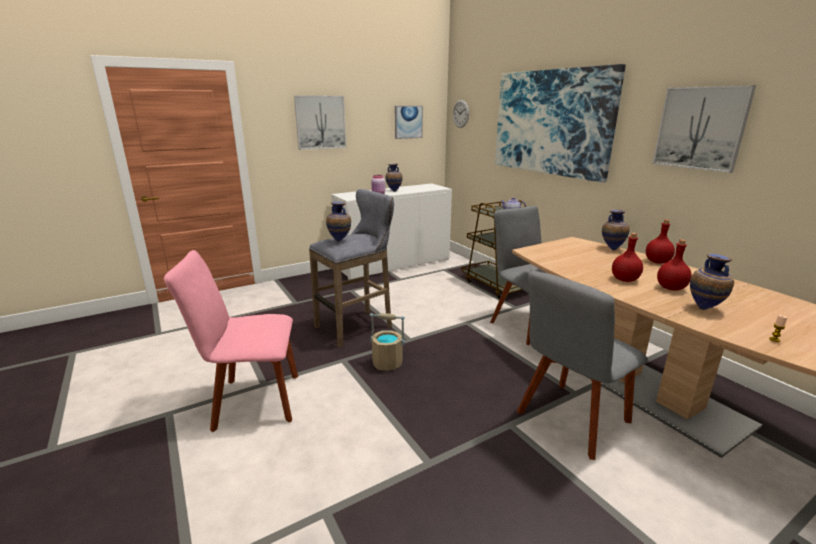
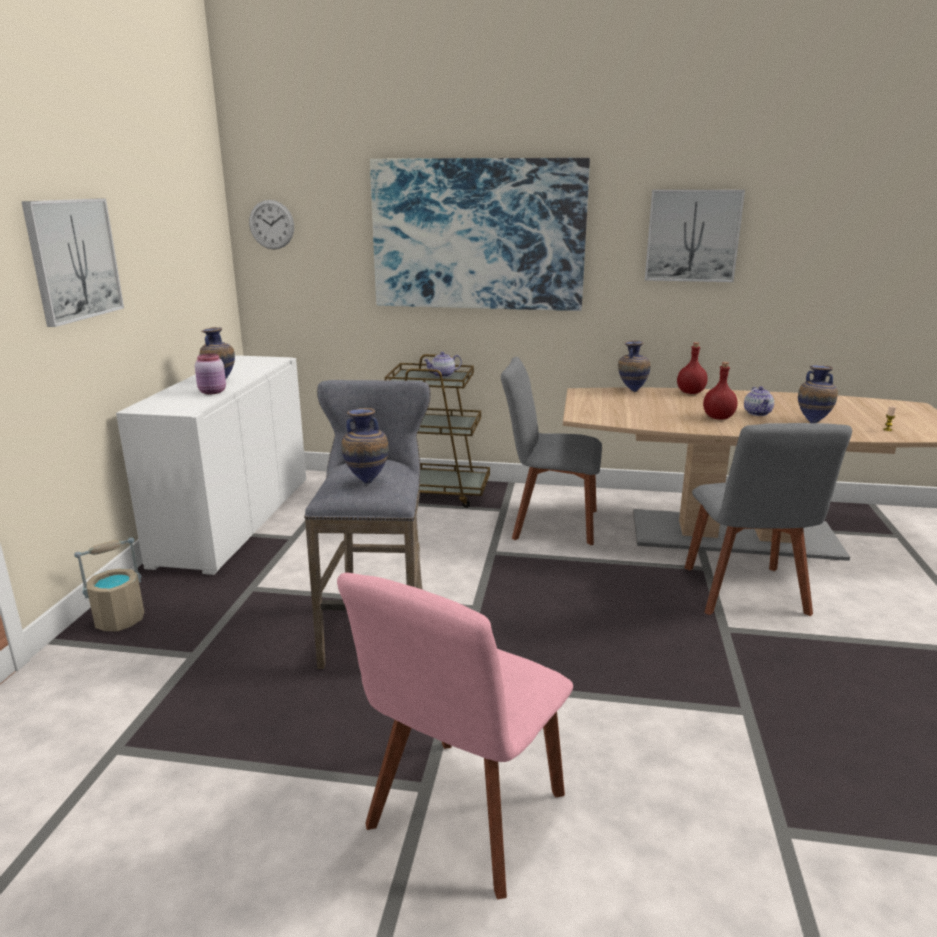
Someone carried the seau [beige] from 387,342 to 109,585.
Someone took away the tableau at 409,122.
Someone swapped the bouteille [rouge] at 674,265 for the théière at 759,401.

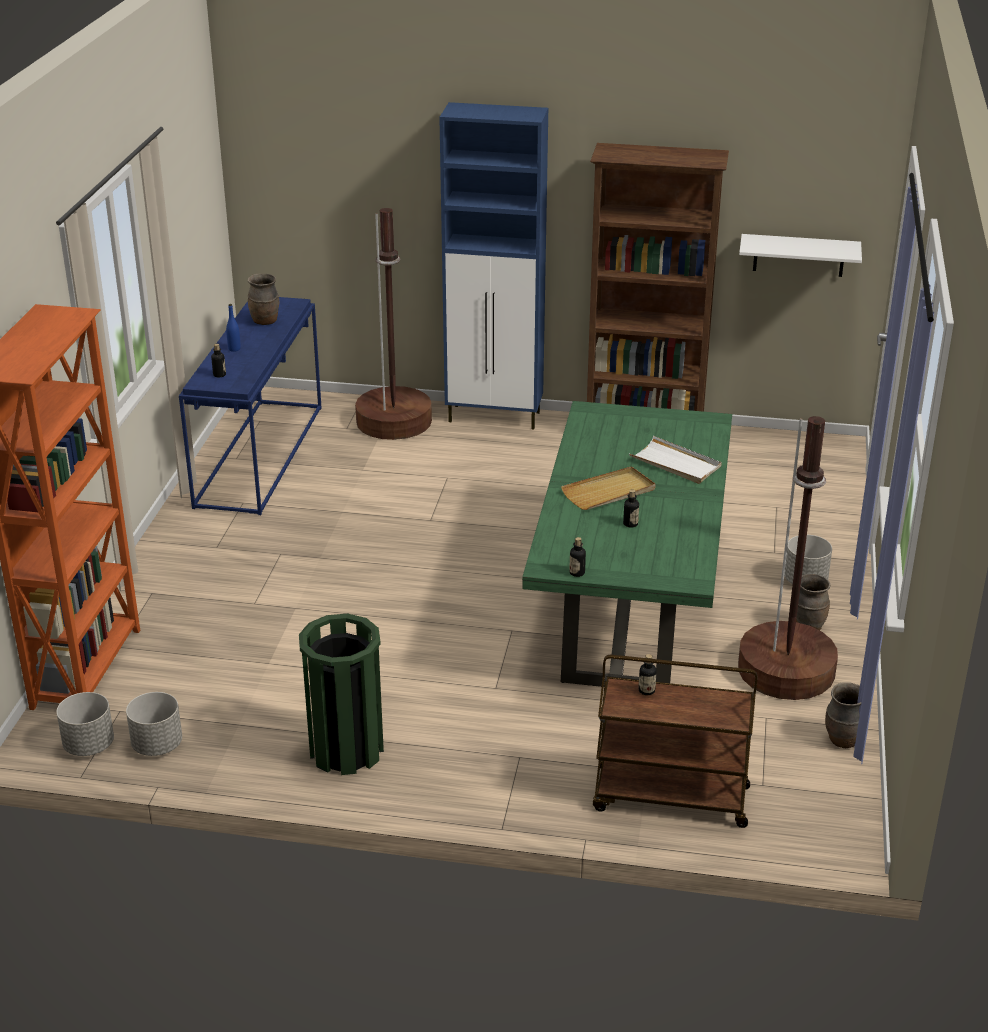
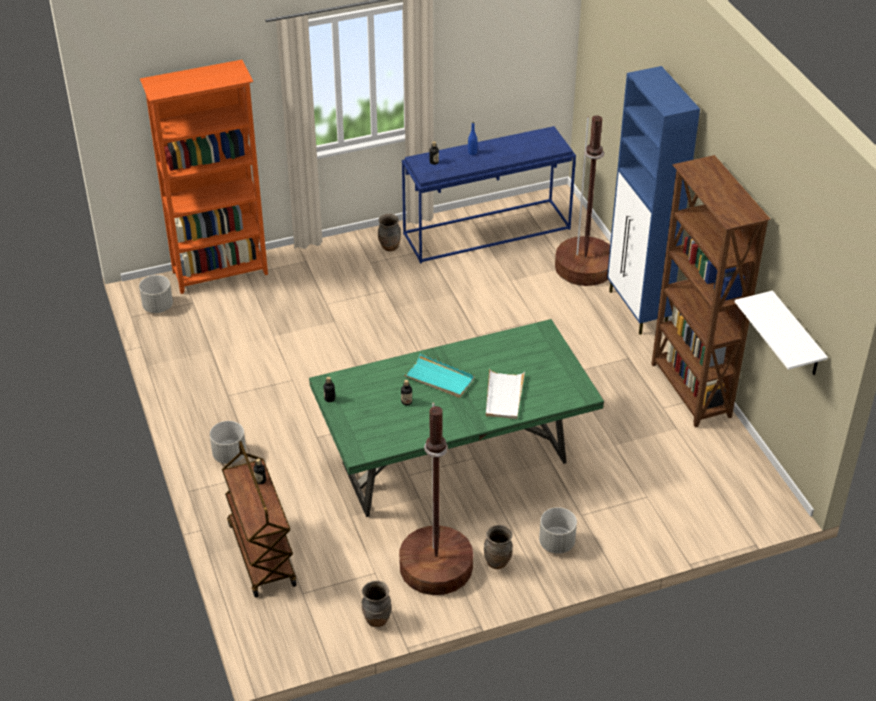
Someone carried the cache-pot [gris] from 154,724 to 228,442.
Someone carried the vase [marron] from 263,299 to 389,232.
Someone took away the poubelle [vert] at 341,694.
Someone repainted the plateau [beige] at 608,488, which became the plateau [turquoise] at 439,376.

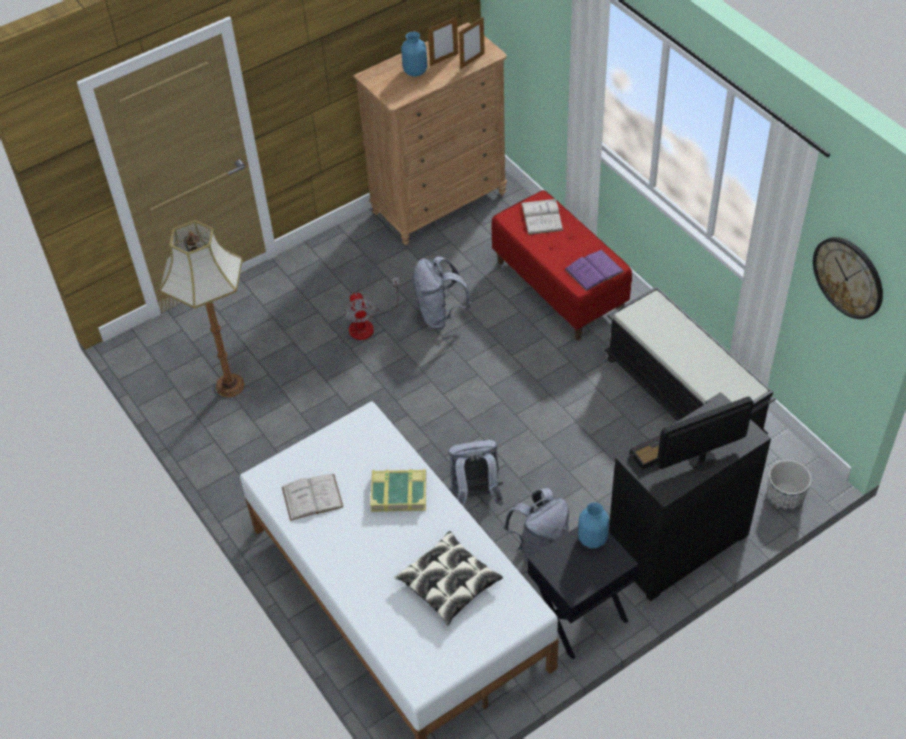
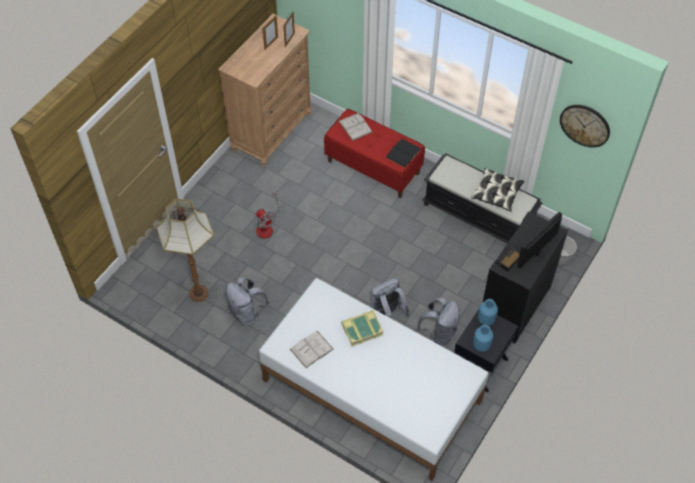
Someone carried the coussin from 448,578 to 497,190.
Someone carried the vase [bleu] from 414,54 to 483,338.
Someone carried the sac à dos [gris] from 442,292 to 247,301.
Someone repainted the livre [violet] at 594,270, which became the livre [noir] at 403,153.

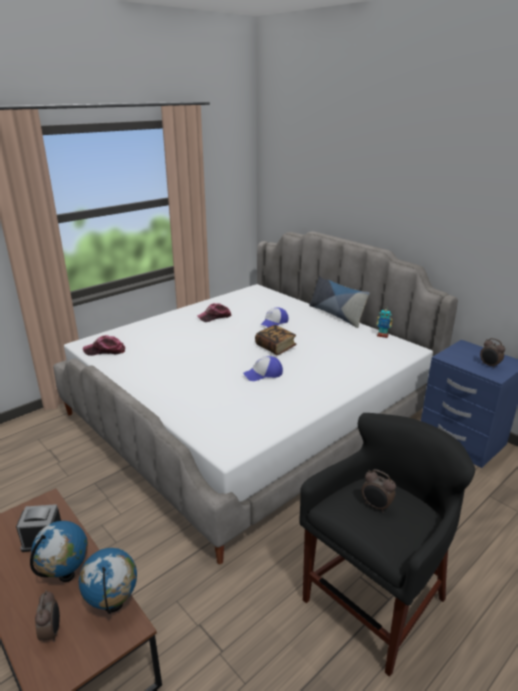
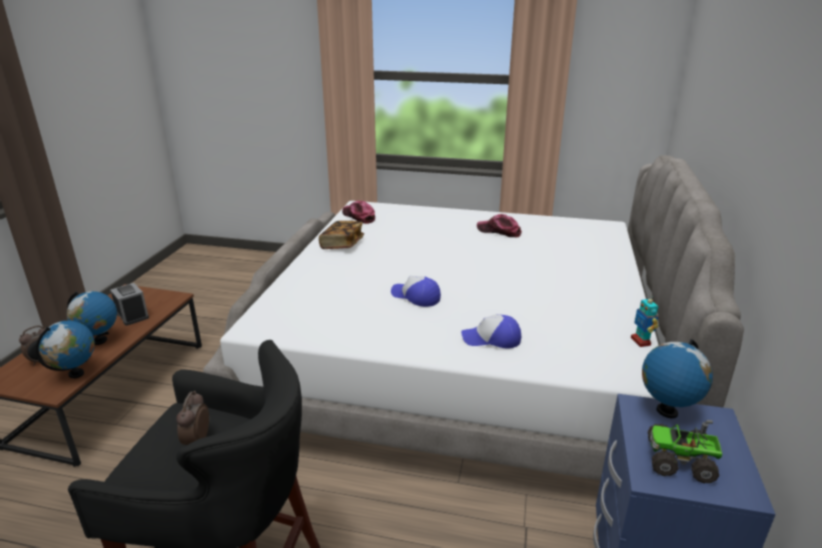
Someone carried the livre from 276,340 to 341,235.
Someone carried the casquette from 274,317 to 491,331.
Someone took away the coussin at 339,301.
Someone swapped the réveil at 492,353 for the camion jouet at 685,451.
Someone put down the globe at 677,378.

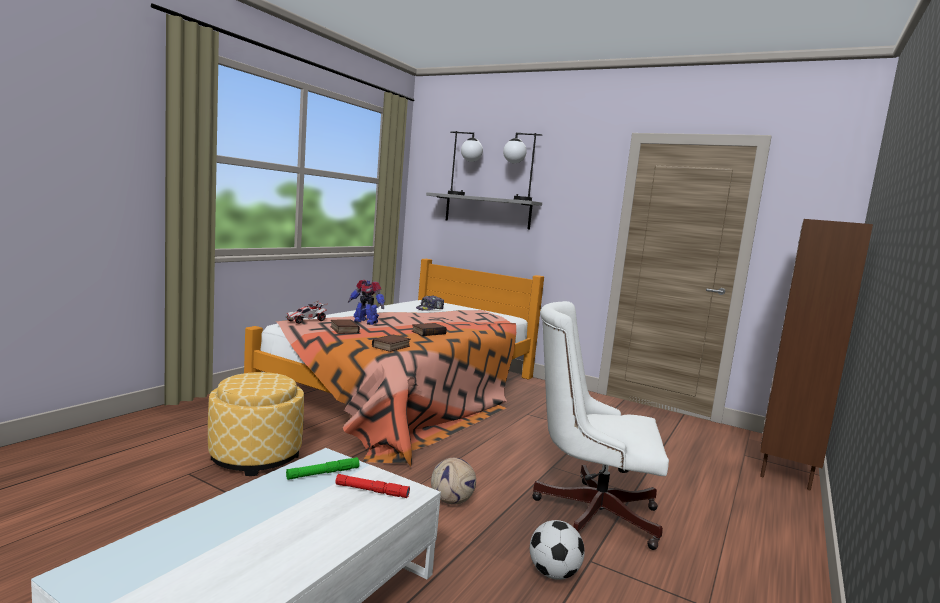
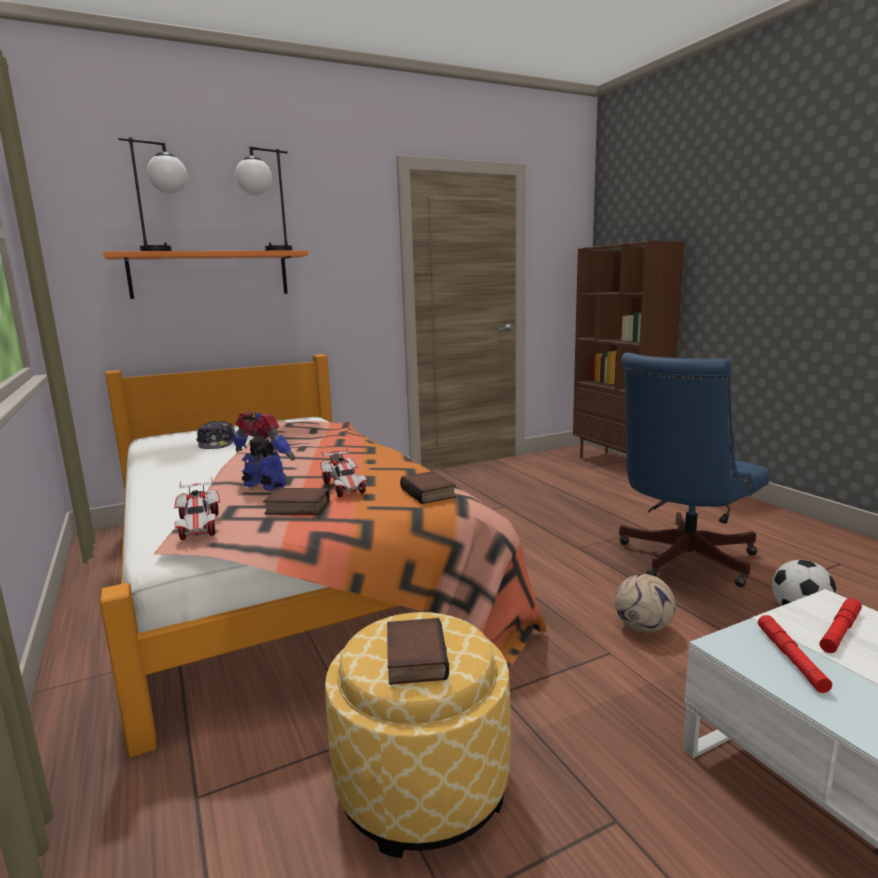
Someone repainted the lampe de poche [vert] at 322,468, which became the lampe de poche [rouge] at 795,654.
Someone rotated the robot jouet at 366,302 by 120 degrees counterclockwise.
Someone carried the livre from 429,329 to 418,651.
Someone repainted the étagère [gris] at 484,210, which became the étagère [orange] at 205,274.
Someone repainted the chaise de bureau [blanc] at 600,425, which became the chaise de bureau [bleu] at 694,470.
Someone put down the petite voiture at 343,472.

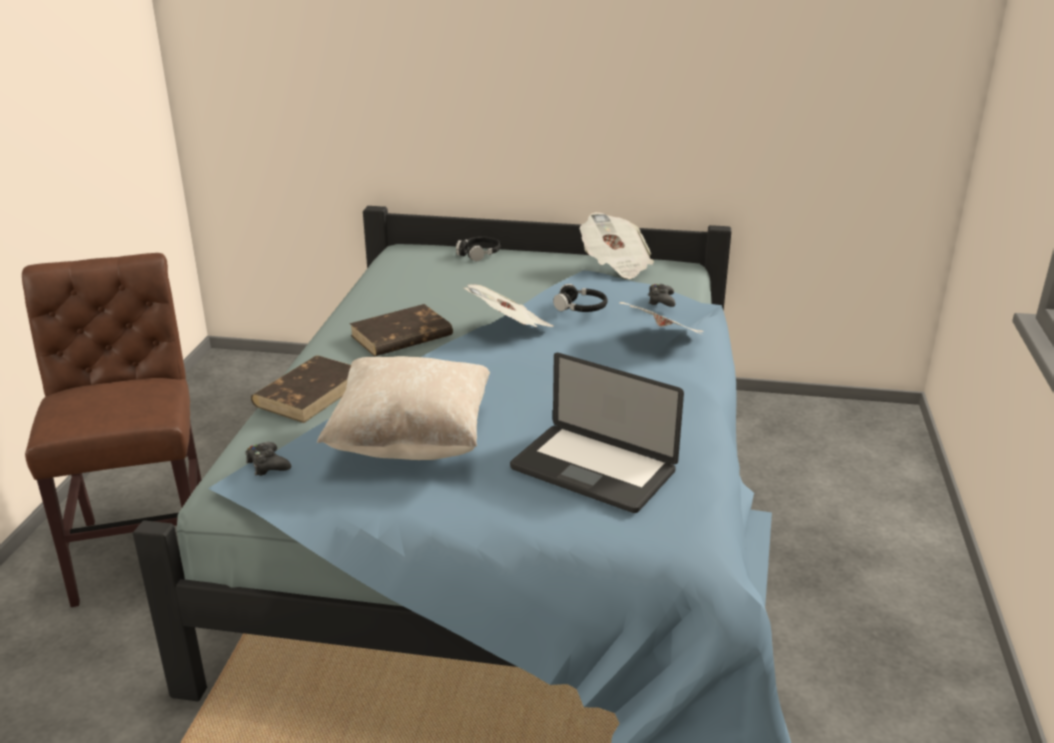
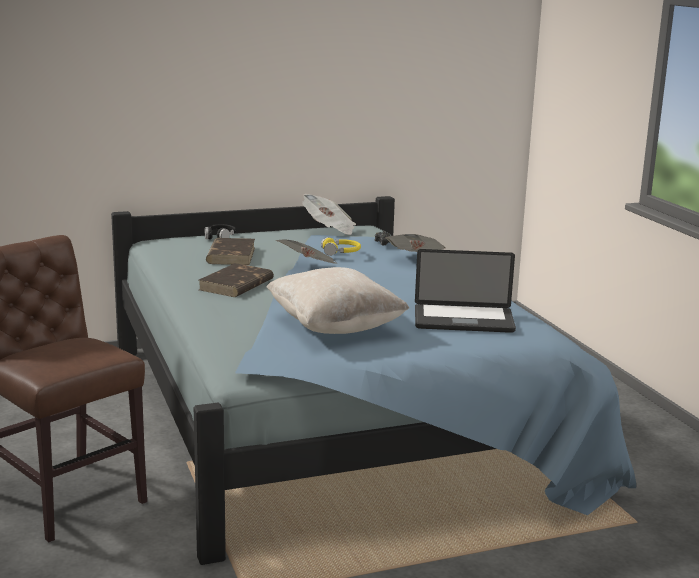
Someone took away the manette [noir] at 268,459.
Someone carried the livre [marron] from 301,389 to 230,251.
Someone repainted the casque audio [noir] at 580,298, which became the casque audio [jaune] at 341,246.

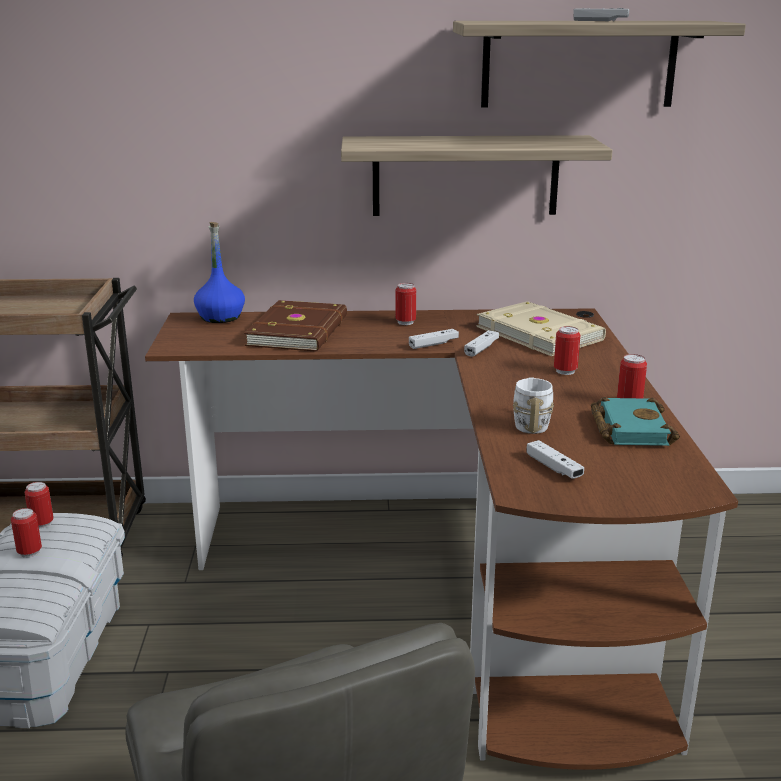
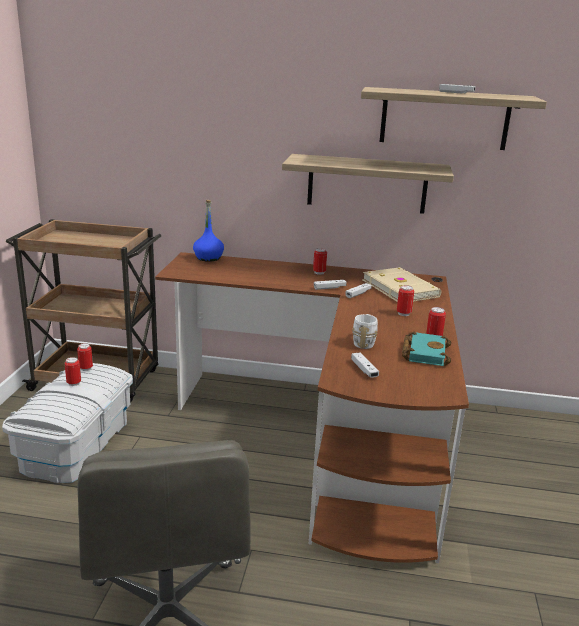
Someone took away the livre [marron] at 295,326.

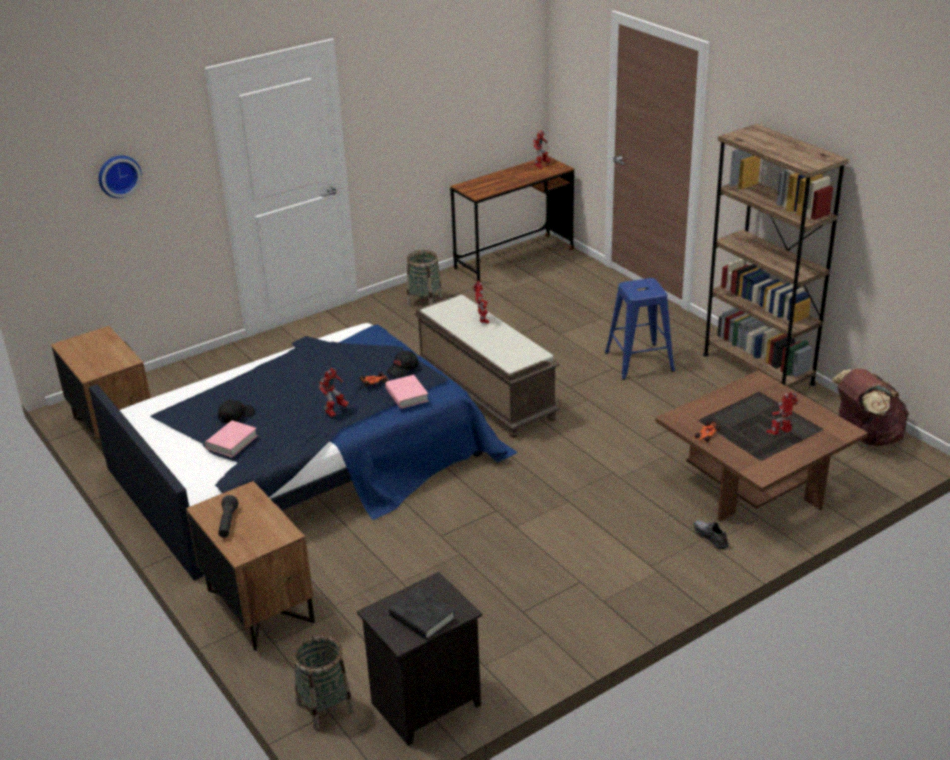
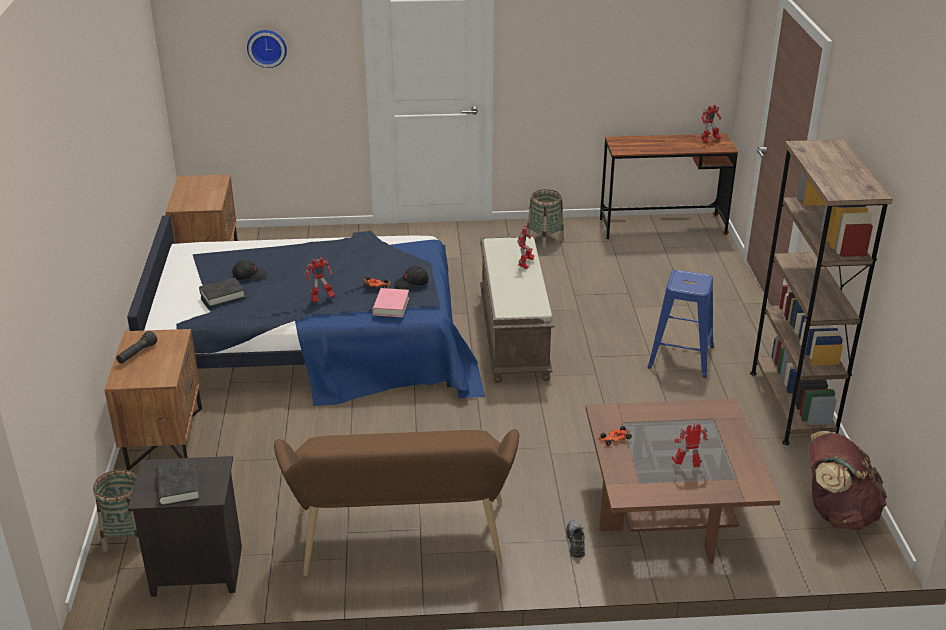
Someone repainted the livre [rose] at 231,438, which became the livre [noir] at 222,292.
Someone put down the banc [marron] at 396,502.

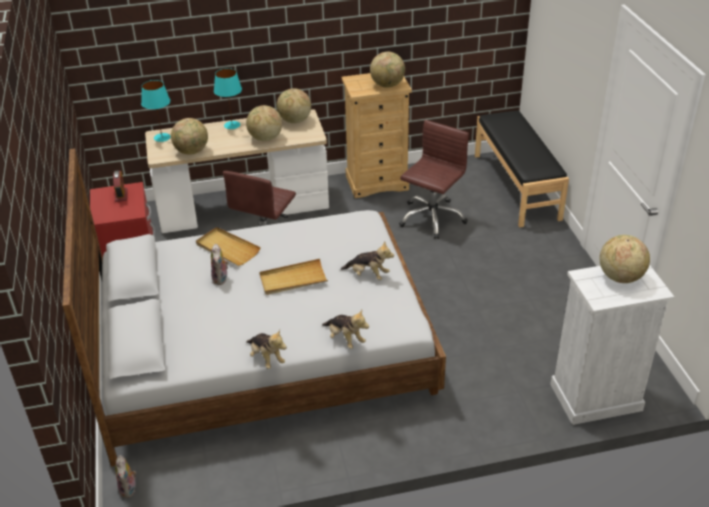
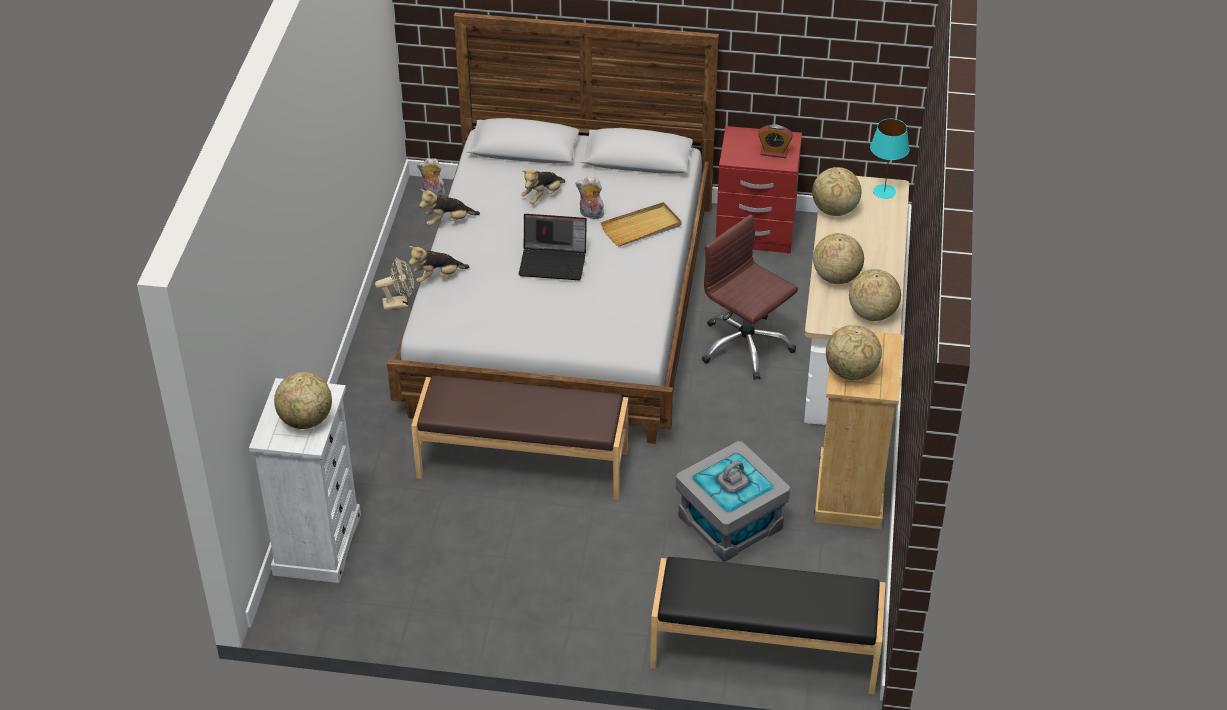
Someone took away the lampe de table [turquoise] at 228,98.
Someone swapped the plateau [beige] at 293,277 for the ordinateur portable at 553,247.
Someone carried the peluche from 367,261 to 543,187.
Someone swapped the chaise de bureau [marron] at 434,179 for the boîte de rangement [gris] at 733,501.
Someone put down the ventilateur [beige] at 394,283.
Someone put down the banc [marron] at 519,438.

